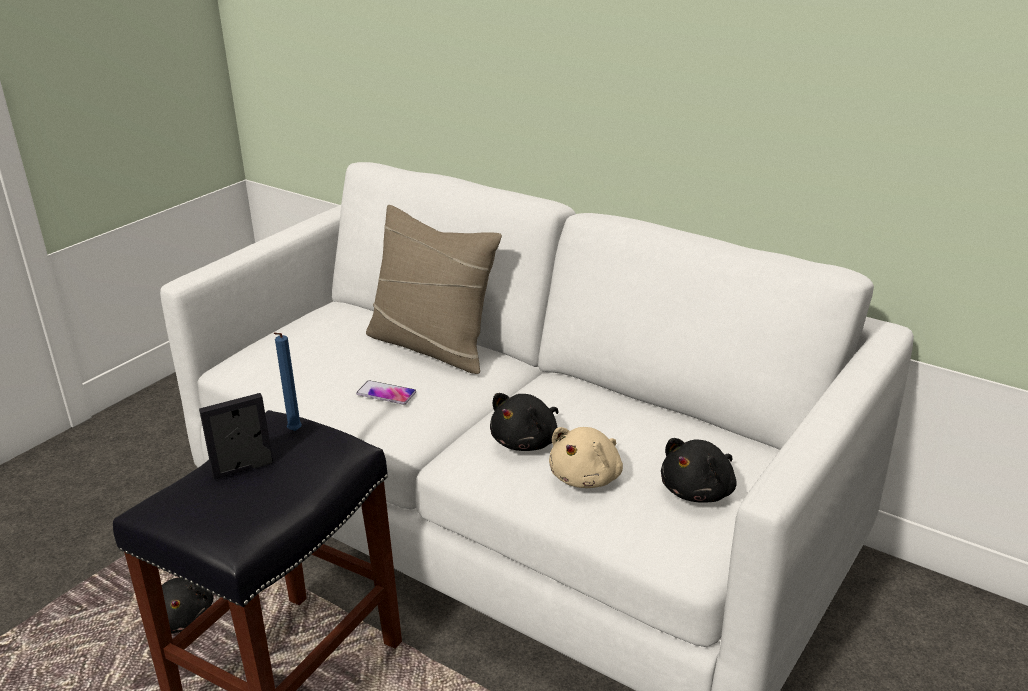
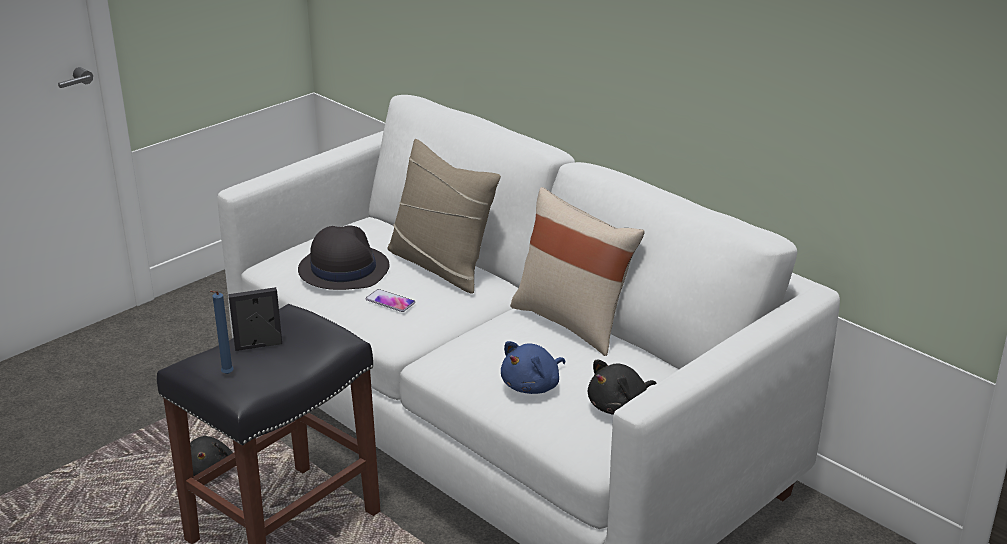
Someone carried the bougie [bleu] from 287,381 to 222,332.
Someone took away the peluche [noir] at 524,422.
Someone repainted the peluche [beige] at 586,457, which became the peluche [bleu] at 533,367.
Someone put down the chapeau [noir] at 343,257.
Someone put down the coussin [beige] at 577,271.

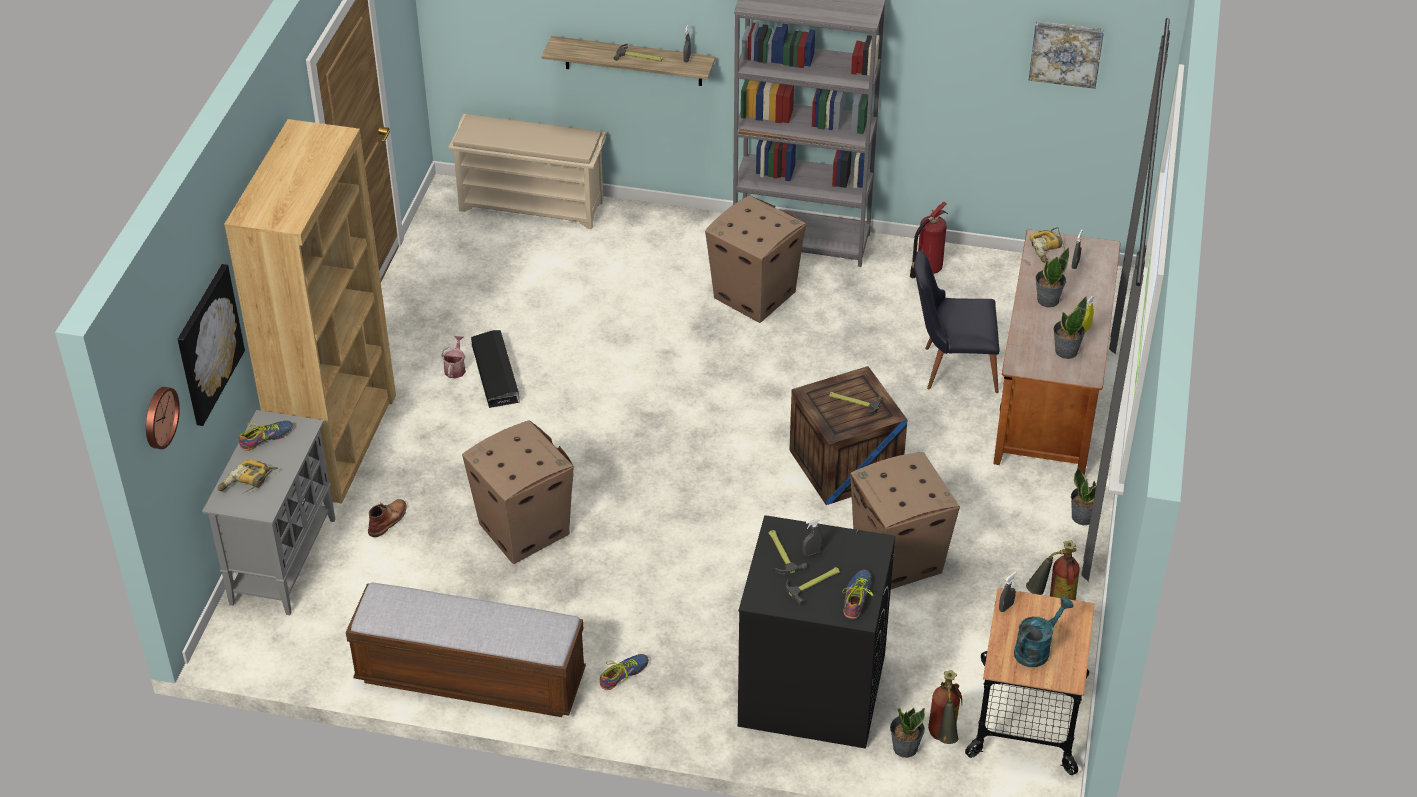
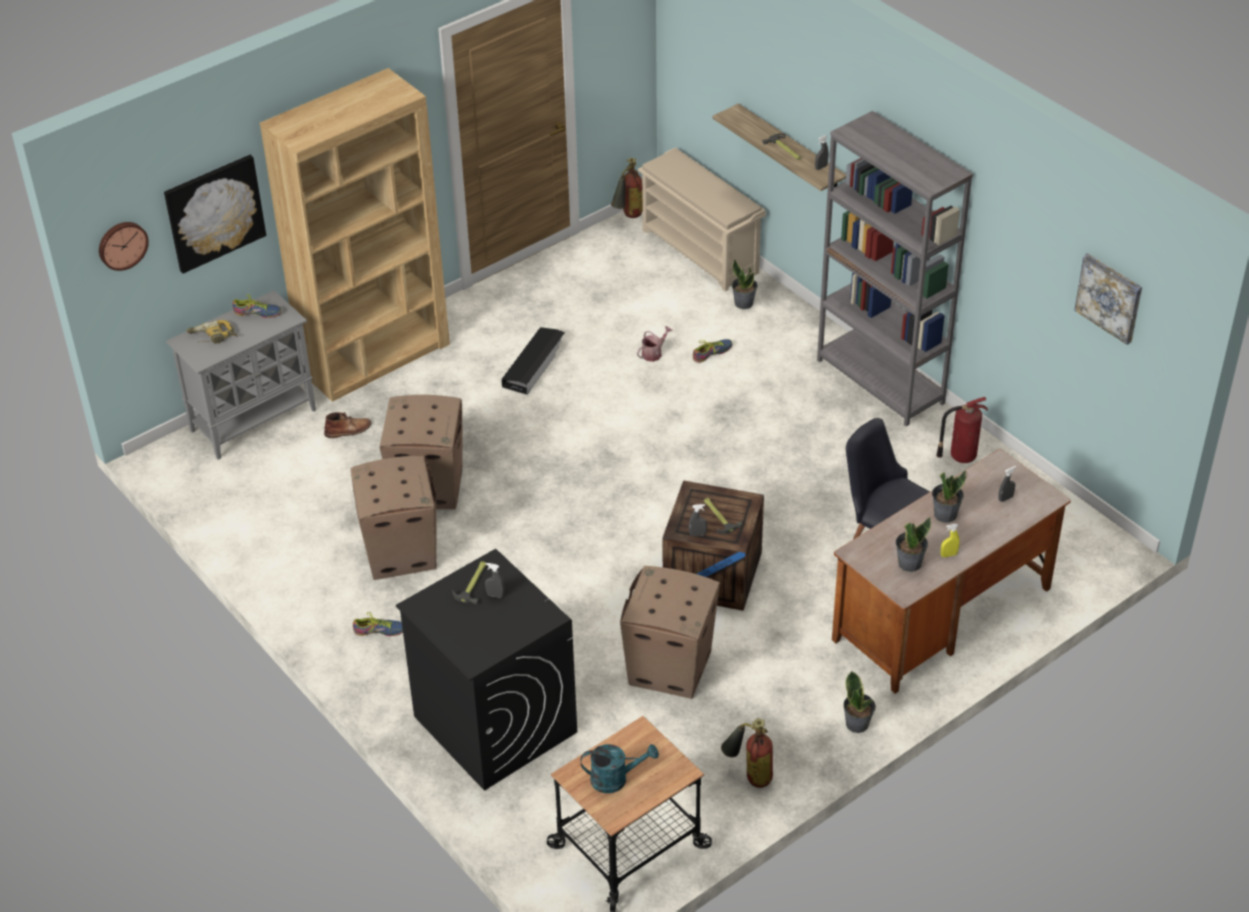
Someone took away the banc at 466,650.
Someone carried the arrosoir from 453,357 to 655,344.
Someone carried the carton from 755,259 to 393,517.
Someone took away the marteau at 813,586.
Someone carried the chaussure from 857,594 to 713,351.
Someone carried the plante en pot from 907,733 to 744,284.
Someone carried the extincteur from 945,707 to 627,188.
Someone carried the vaporisateur [gris] from 1007,592 to 698,520.
Someone took away the perceuse at 1047,245.

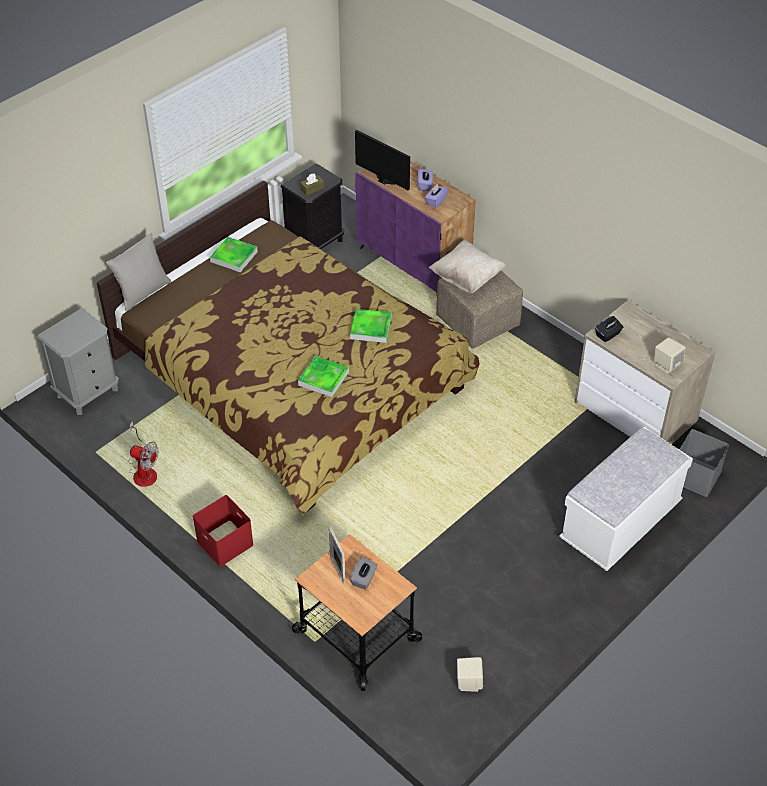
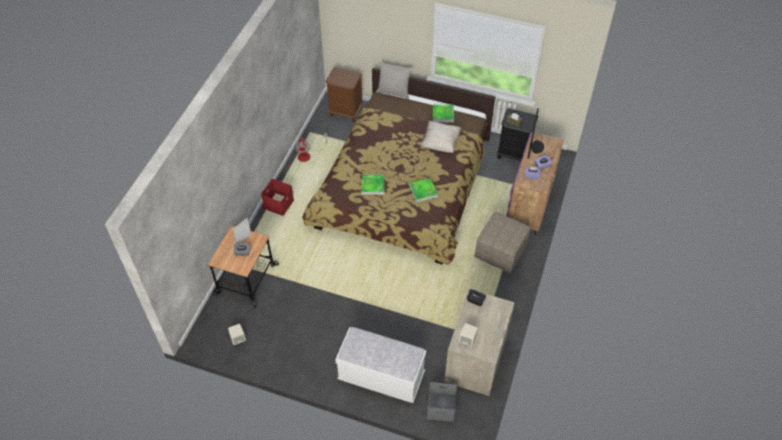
Someone repainted the table de chevet [gris] at 78,361, which became the table de chevet [marron] at 344,95.
Someone carried the coussin [beige] from 467,266 to 440,137.

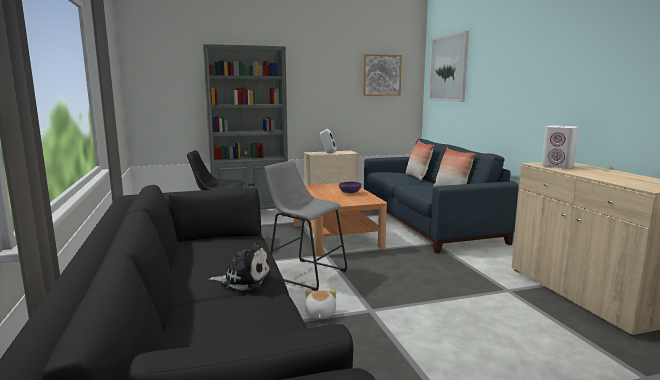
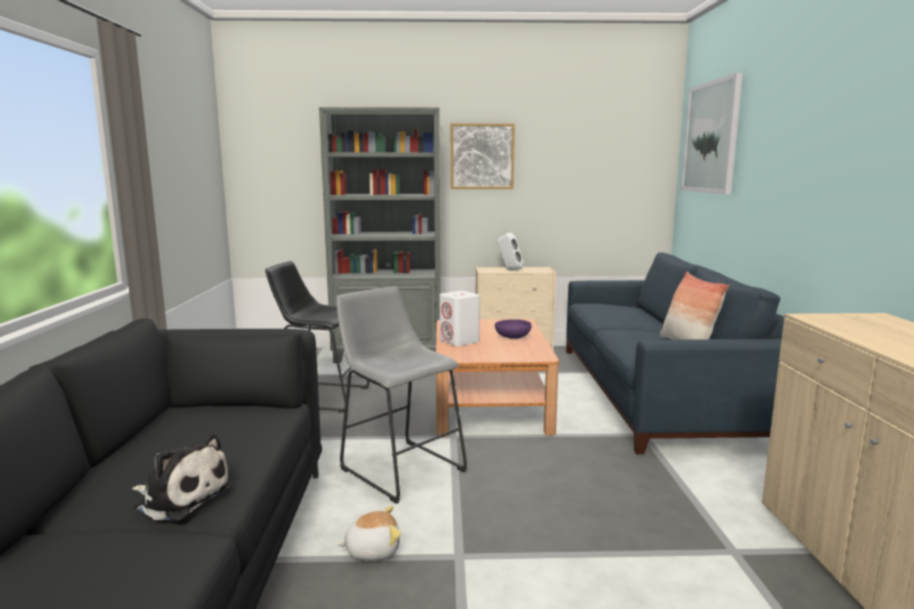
Someone rotated the peluche at 320,304 by 60 degrees clockwise.
Someone carried the tableau from 382,75 to 483,156.
Someone took away the coussin at 420,160.
Someone carried the enceinte [blanc] from 560,147 to 460,318.

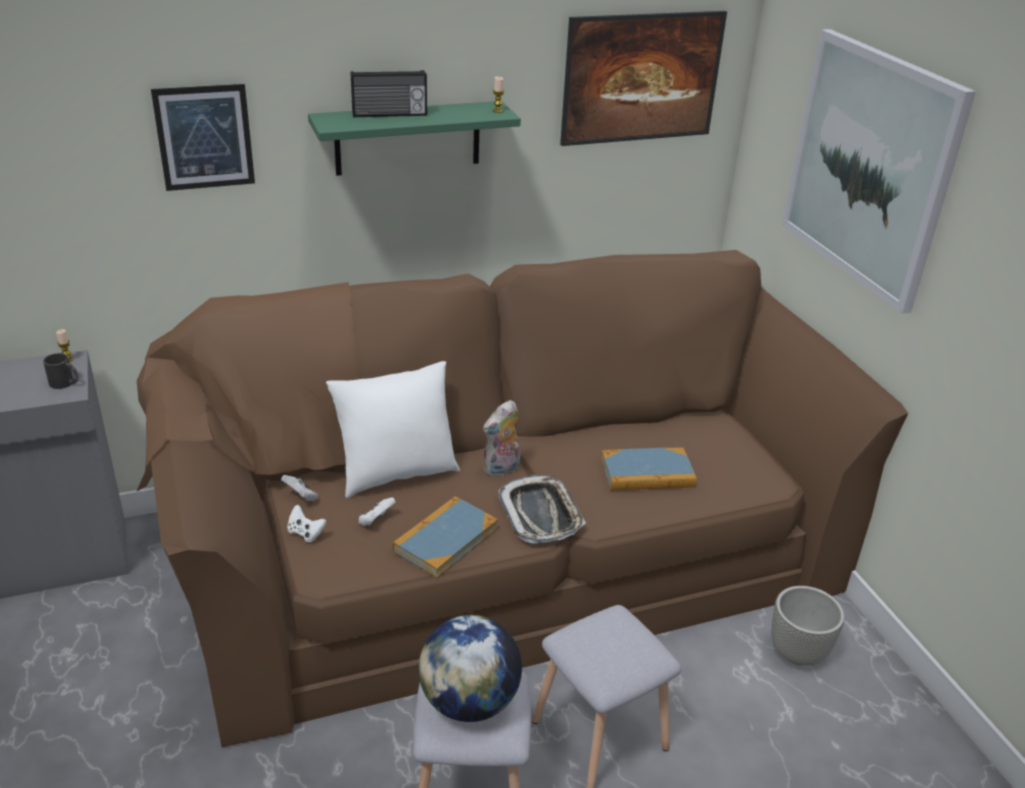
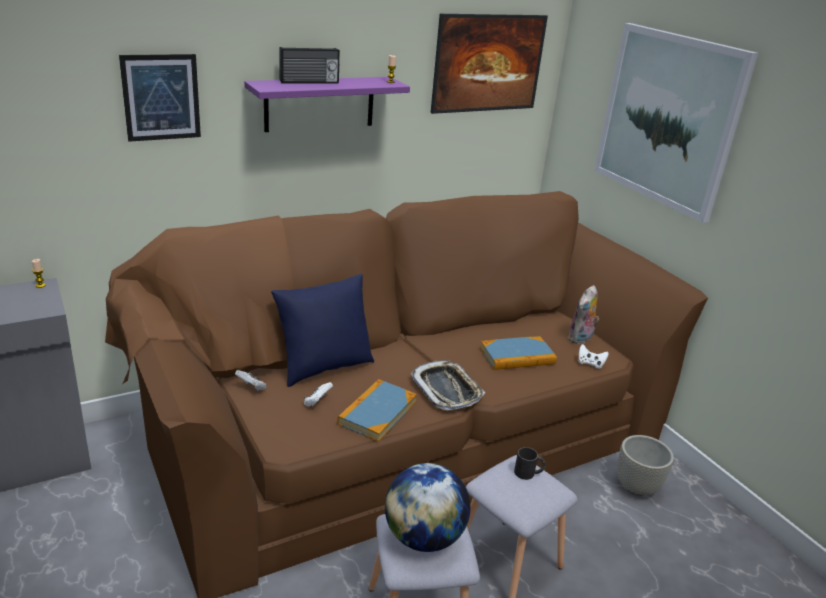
Someone carried the mug [noir] from 60,371 to 529,463.
Someone carried the manette [blanc] from 307,523 to 594,356.
Someone repainted the étagère [vert] at 414,138, which became the étagère [violet] at 327,104.
Someone repainted the coussin [blanc] at 393,429, which became the coussin [bleu] at 322,330.
Someone carried the peluche from 502,438 to 583,314.

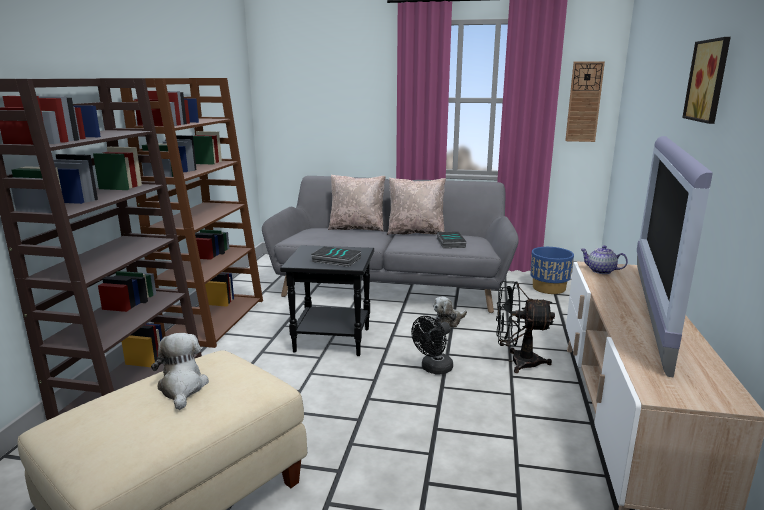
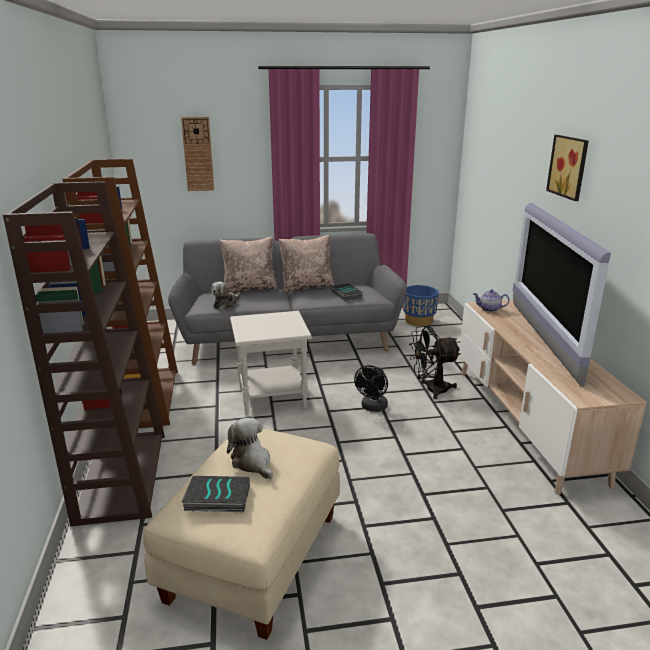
Someone repainted the table d'appoint [noir] at 327,300, which became the table d'appoint [blanc] at 271,363.
Someone carried the livre from 336,256 to 215,494.
Someone carried the peluche from 450,312 to 226,296.
Someone carried the horloge murale from 585,101 to 197,154.

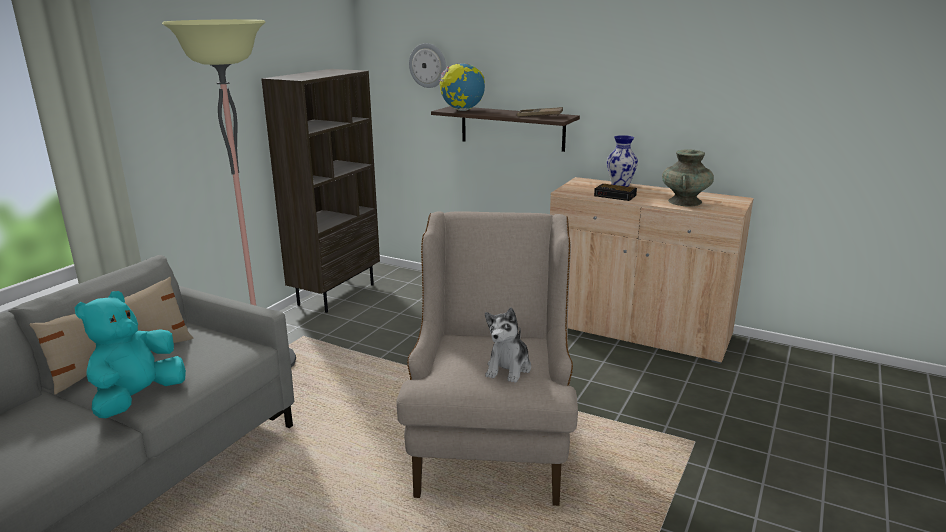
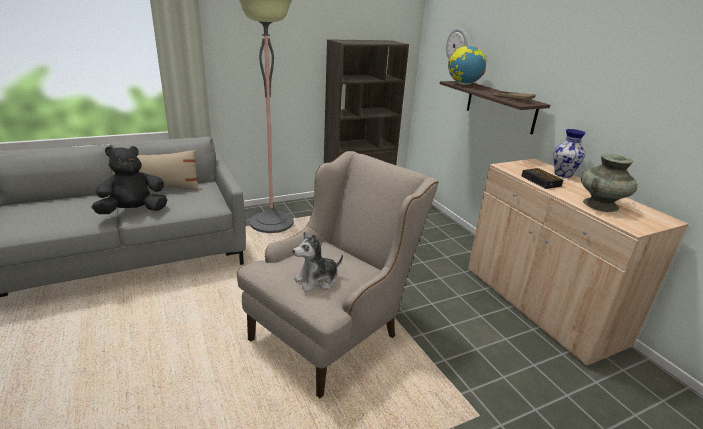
Someone repainted the peluche [turquoise] at 130,354, which became the peluche [noir] at 130,180.

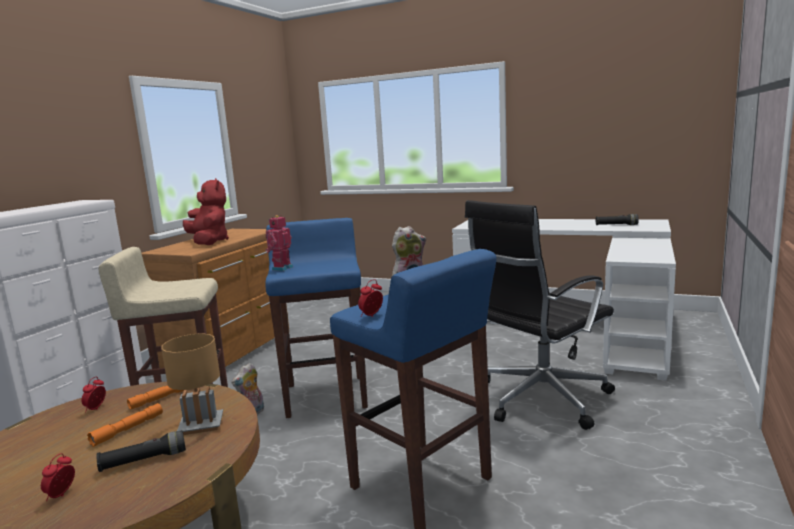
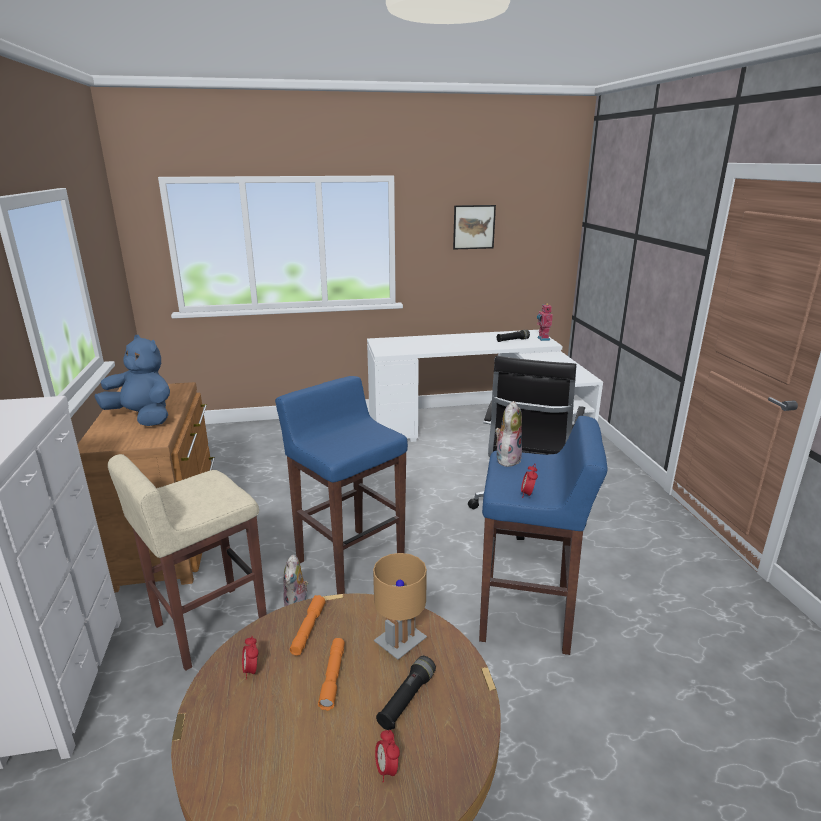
Someone repainted the peluche [rouge] at 206,211, which became the peluche [bleu] at 132,380.
Someone carried the robot jouet from 279,243 to 545,322.
Someone put up the tableau at 474,227.

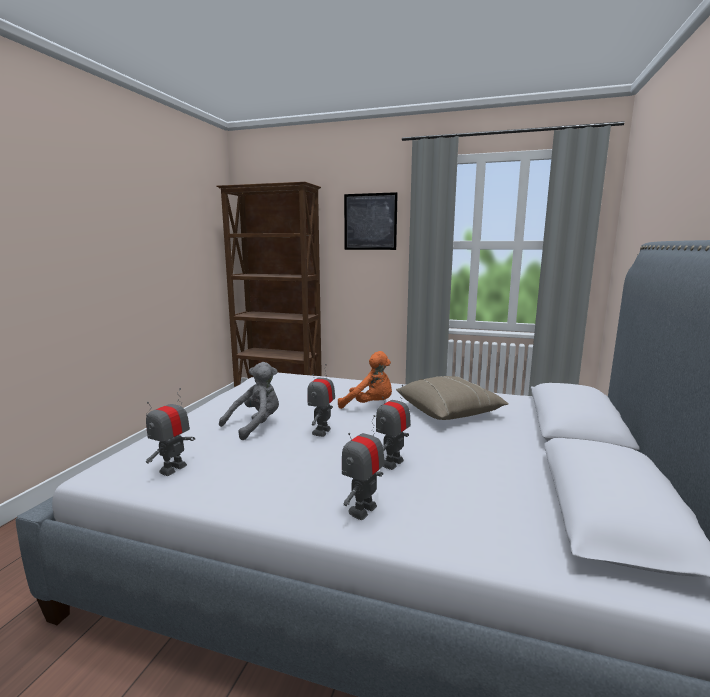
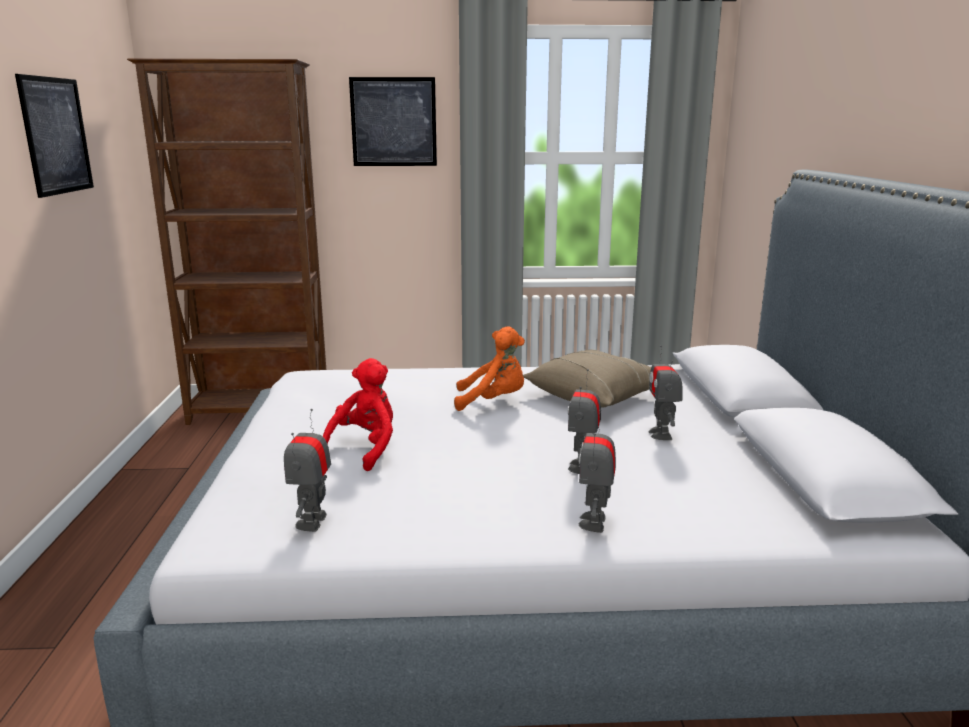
Someone repainted the peluche [gris] at 249,401, which became the peluche [rouge] at 358,414.
Someone carried the robot jouet from 321,400 to 665,392.
Someone put up the tableau at 54,136.

